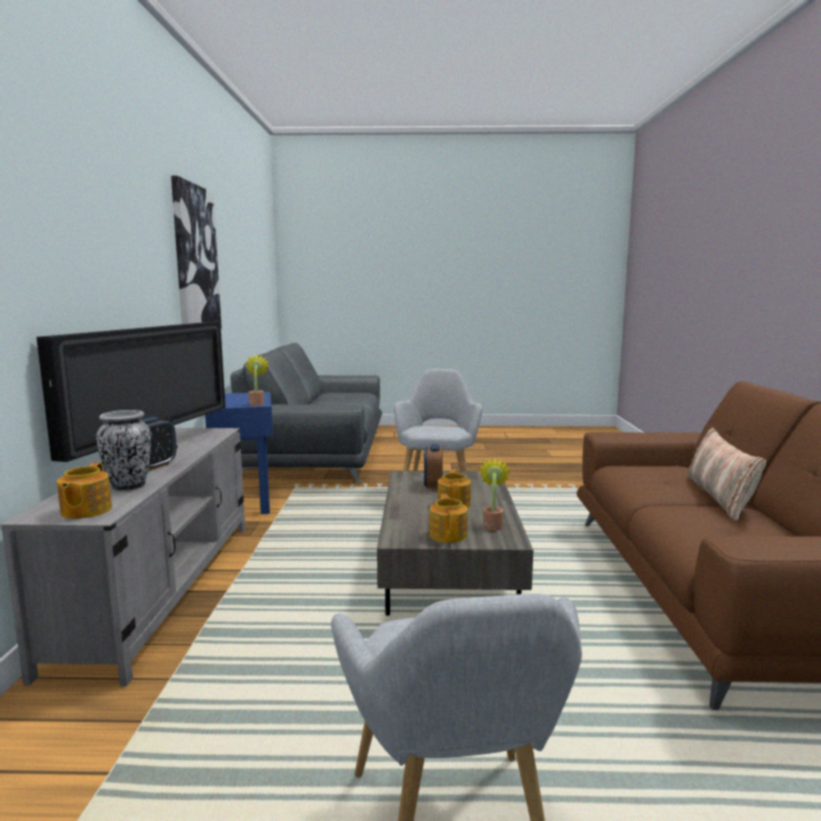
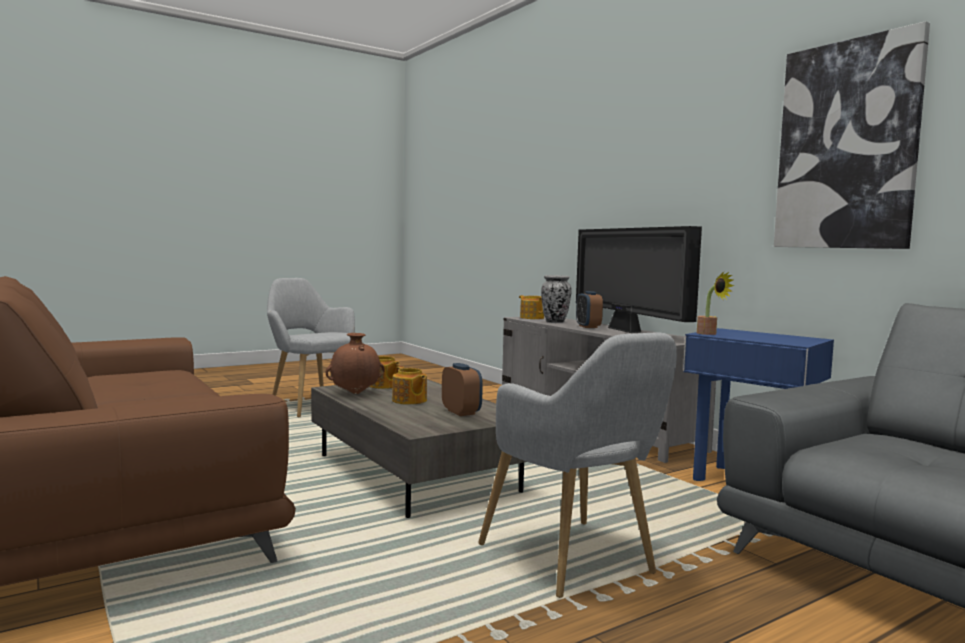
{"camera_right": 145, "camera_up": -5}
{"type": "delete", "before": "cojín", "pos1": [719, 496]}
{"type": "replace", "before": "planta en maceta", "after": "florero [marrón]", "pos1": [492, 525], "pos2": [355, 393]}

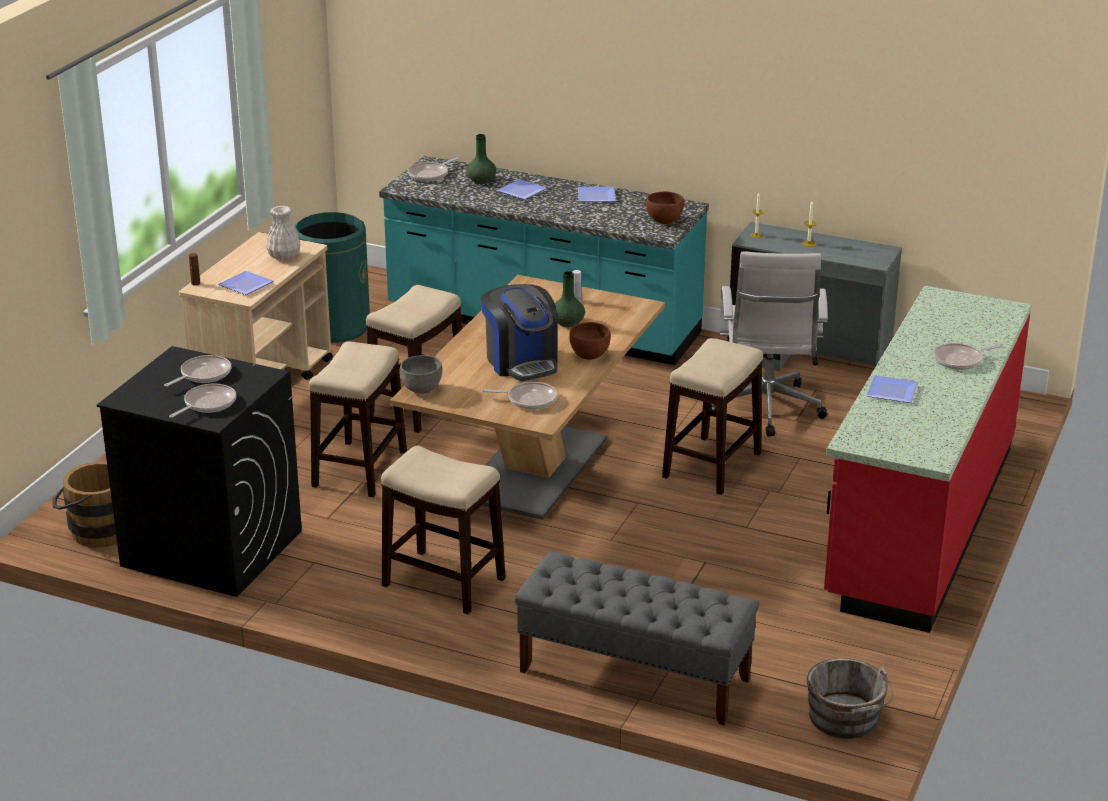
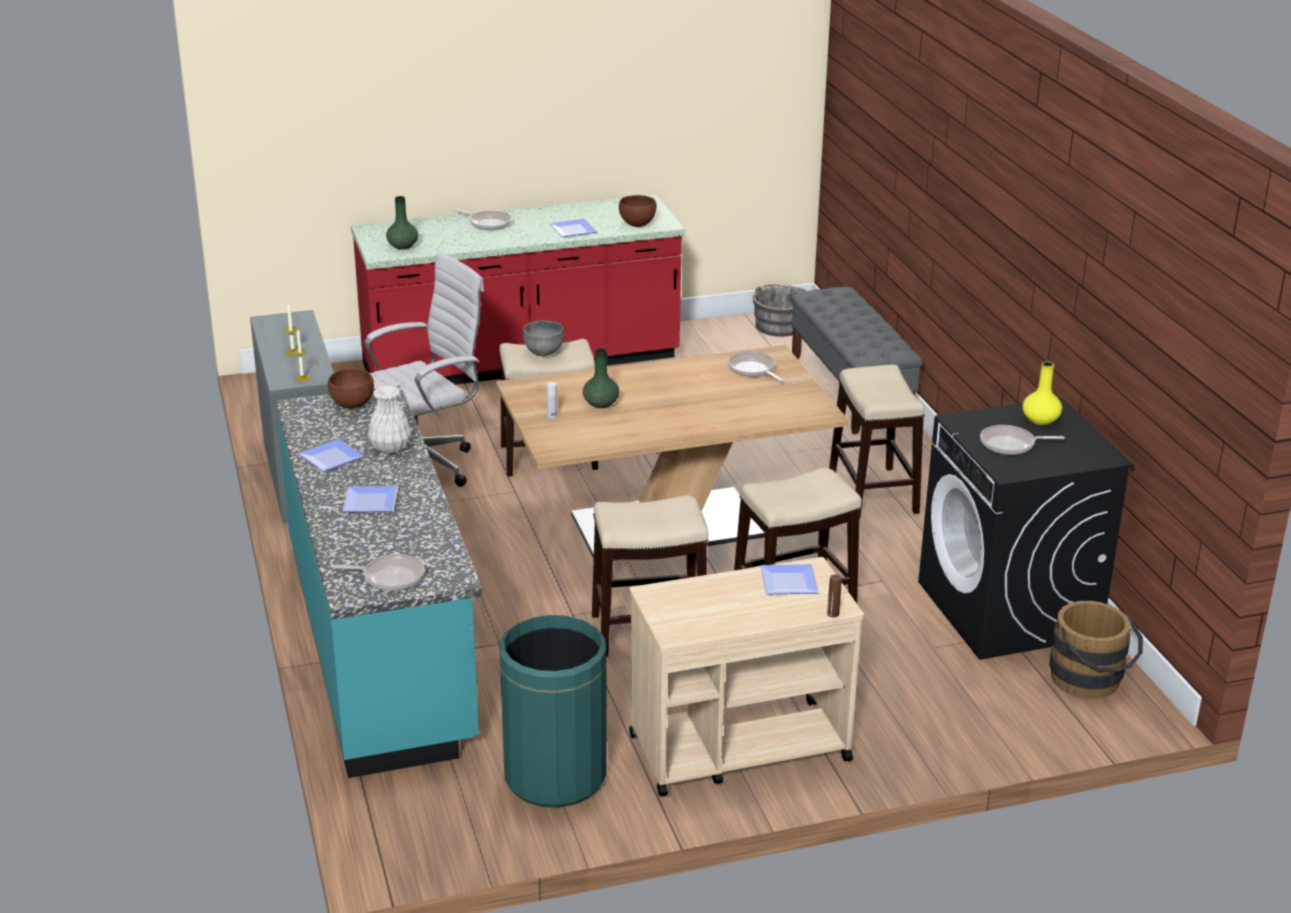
{"camera_right": -130, "camera_up": 0}
{"type": "move", "before": "florero [verde]", "pos1": [481, 180], "pos2": [402, 246]}
{"type": "move", "before": "florero [blanco]", "pos1": [283, 257], "pos2": [391, 447]}
{"type": "delete", "before": "cafetera", "pos1": [521, 362]}
{"type": "move", "before": "cuenco [marrón]", "pos1": [589, 355], "pos2": [637, 224]}
{"type": "move", "before": "cuenco [gris]", "pos1": [421, 389], "pos2": [543, 352]}
{"type": "replace", "before": "sartén", "after": "florero [amarillo]", "pos1": [207, 404], "pos2": [1041, 420]}

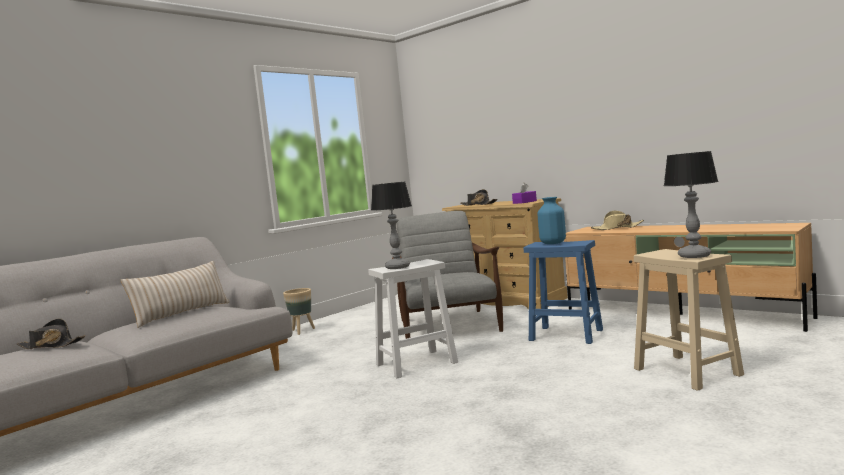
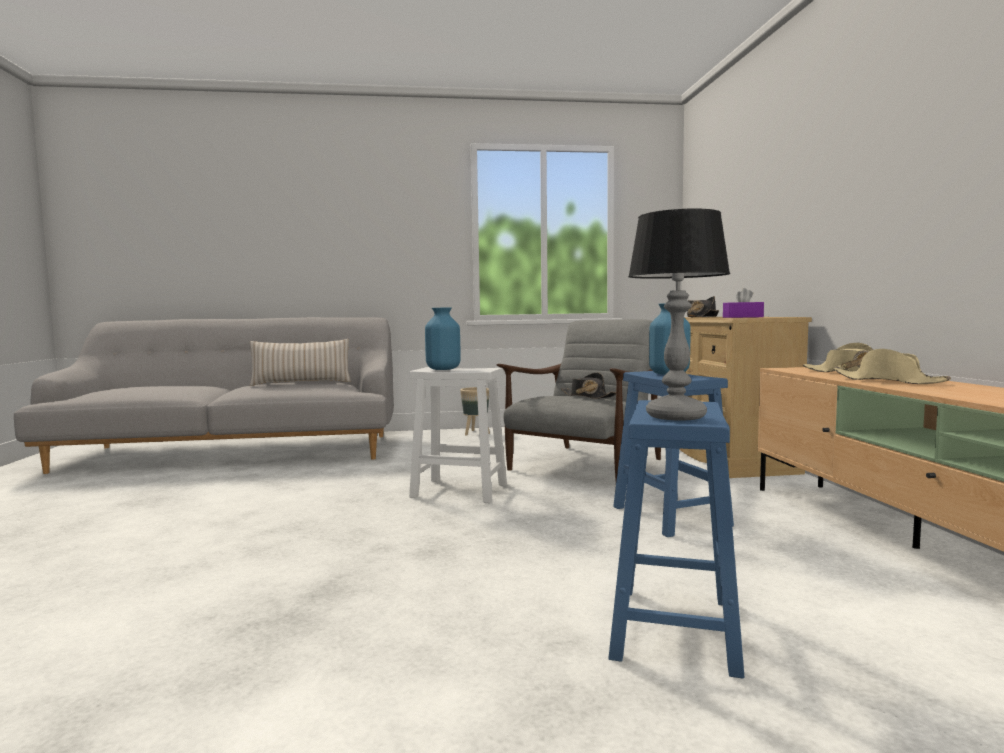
{"camera_right": 40, "camera_up": 0}
{"type": "replace", "before": "lámpara de mesa", "after": "florero [azul]", "pos1": [398, 267], "pos2": [443, 369]}
{"type": "recolor", "before": "taburete [beis]", "after": "taburete [azul]", "pos1": [688, 372], "pos2": [674, 629]}
{"type": "move", "before": "sombrero [negro]", "pos1": [51, 346], "pos2": [588, 396]}
{"type": "insert", "after": "sombrero [beis]", "pos2": [889, 381]}

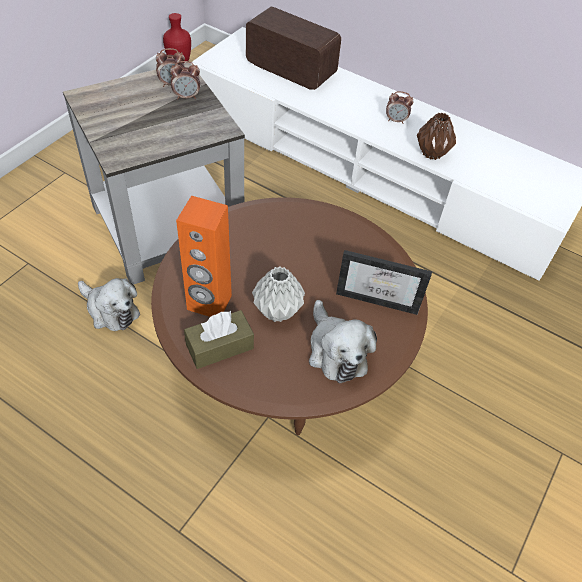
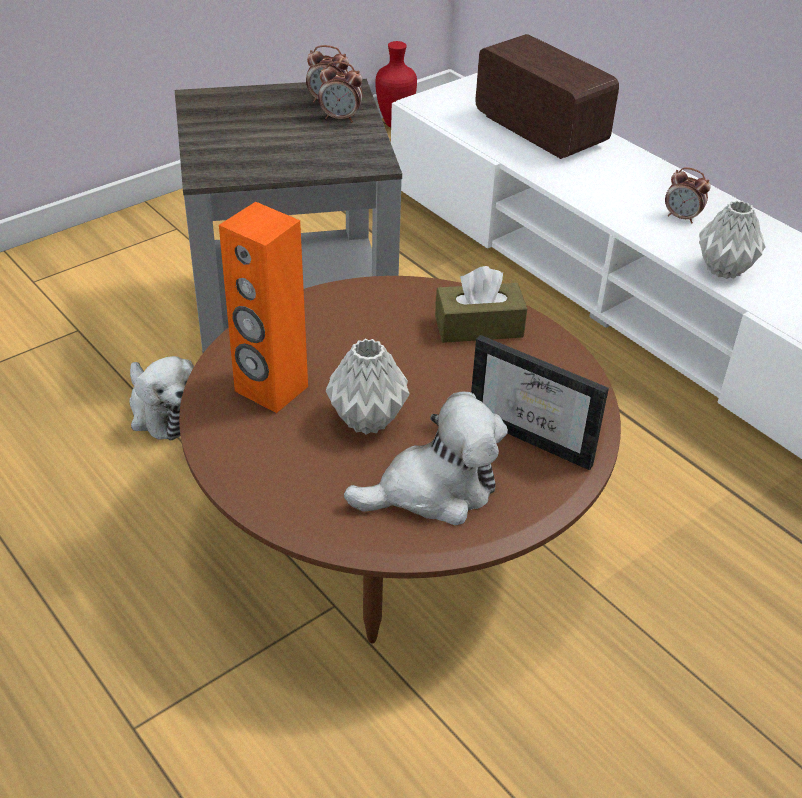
{"camera_right": 20, "camera_up": -10}
{"type": "recolor", "before": "florero [marrón]", "after": "florero [gris]", "pos1": [431, 153], "pos2": [722, 269]}
{"type": "rotate", "before": "peluche", "pos1": [336, 351], "pos2": [434, 490], "turn": -105}
{"type": "move", "before": "caja de pañuelos [marrón]", "pos1": [219, 346], "pos2": [479, 327]}

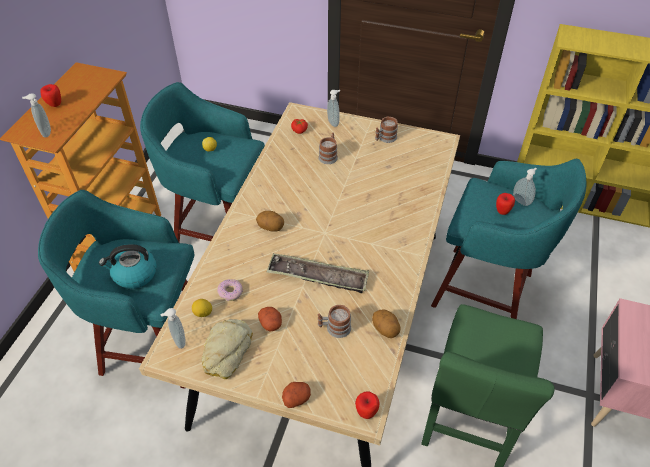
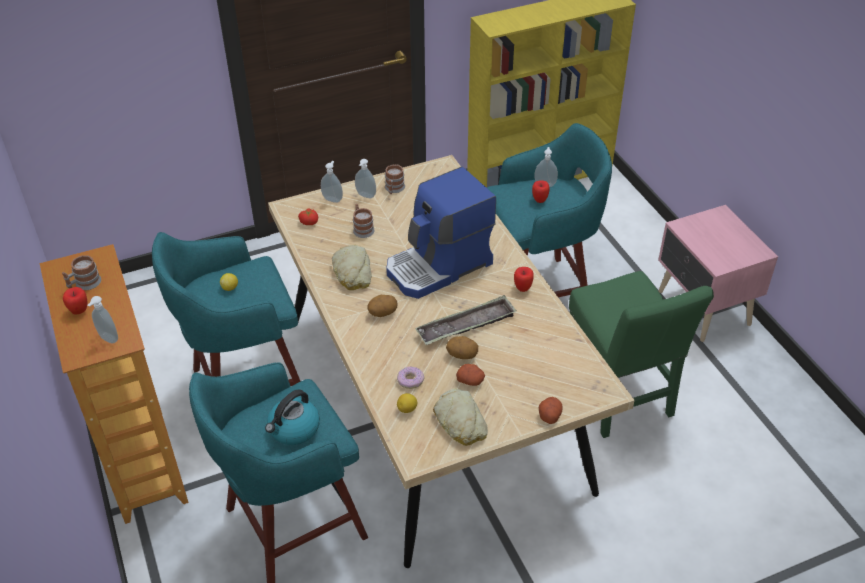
{"camera_right": -40, "camera_up": -5}
{"type": "move", "before": "taza grande", "pos1": [334, 328], "pos2": [84, 284]}
{"type": "move", "before": "dispensador de jabón", "pos1": [178, 341], "pos2": [365, 196]}
{"type": "move", "before": "patata", "pos1": [385, 329], "pos2": [462, 355]}
{"type": "move", "before": "manzana", "pos1": [366, 412], "pos2": [522, 288]}
{"type": "insert", "after": "cafetera", "pos2": [439, 267]}
{"type": "insert", "after": "pan", "pos2": [352, 272]}

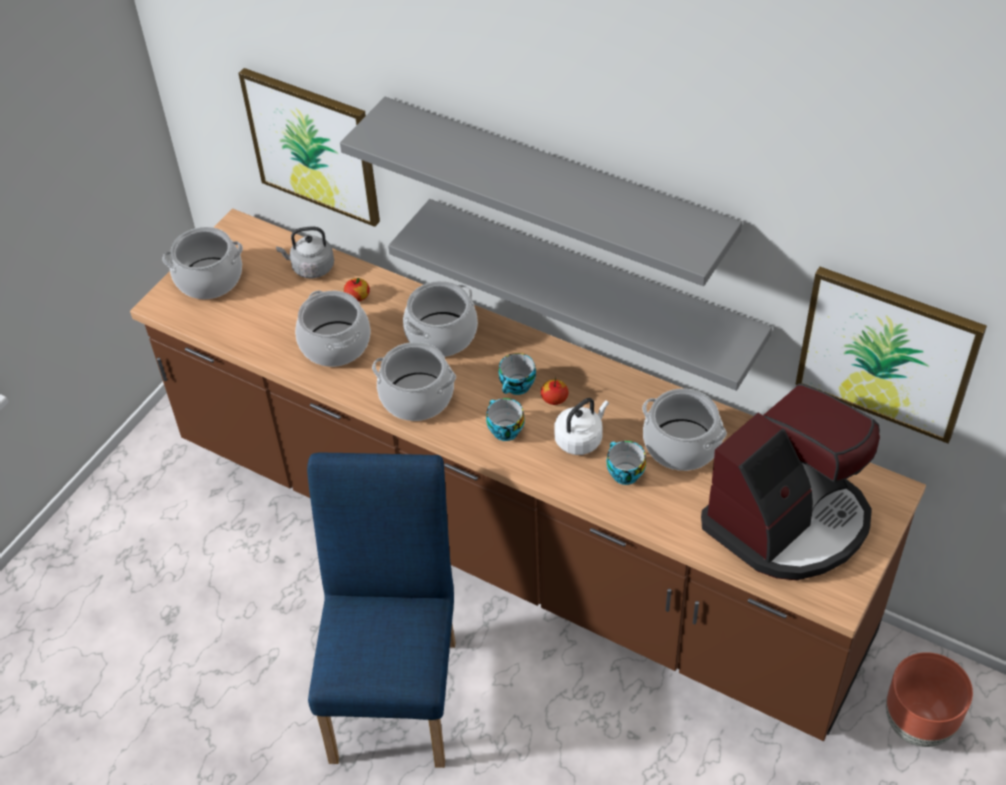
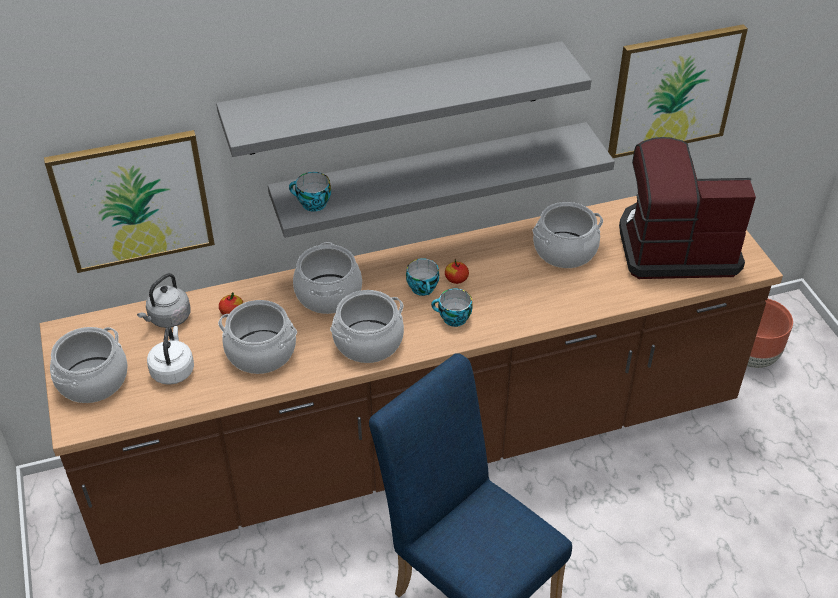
{"camera_right": -50, "camera_up": -5}
{"type": "rotate", "before": "cafetera", "pos1": [789, 521], "pos2": [675, 247], "turn": -90}
{"type": "move", "before": "hervidor [blanco]", "pos1": [580, 439], "pos2": [173, 370]}
{"type": "move", "before": "taza", "pos1": [623, 473], "pos2": [312, 204]}

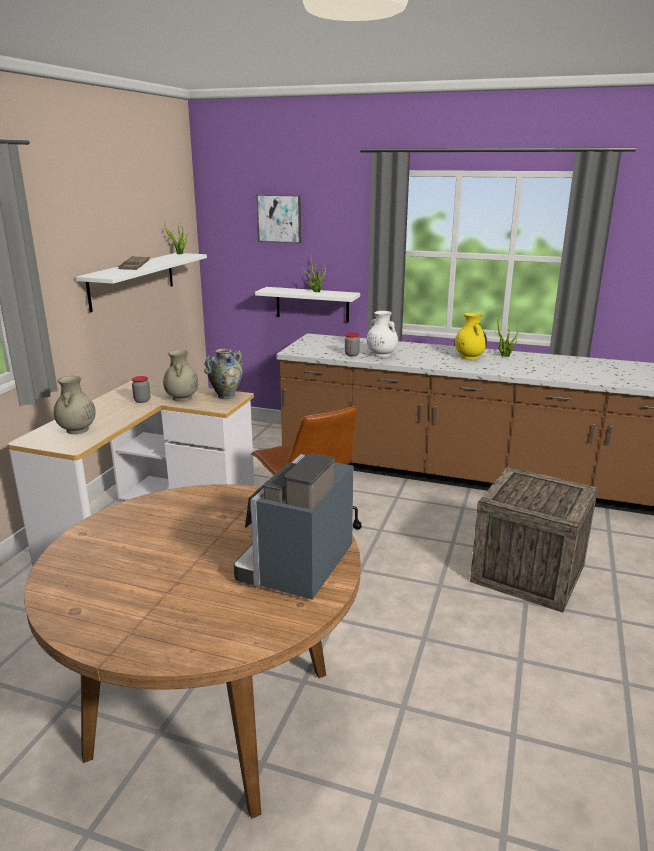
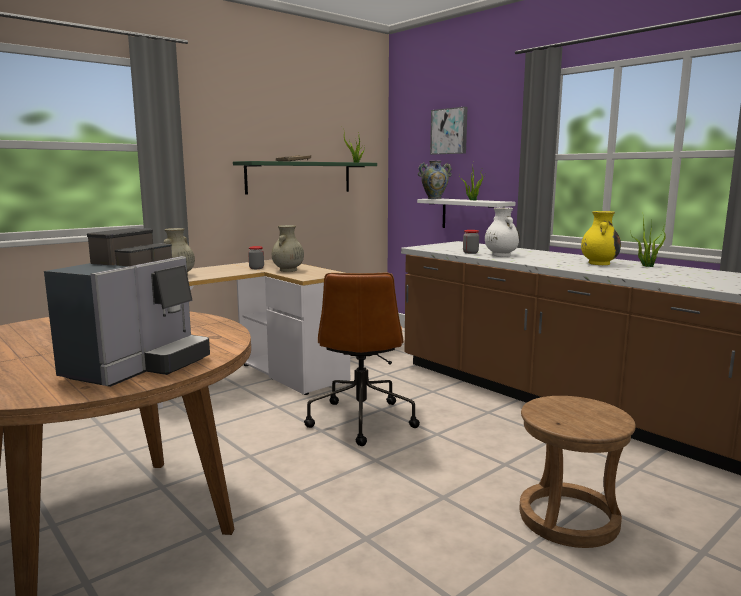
{"camera_right": 30, "camera_up": -10}
{"type": "recolor", "before": "estante [blanco]", "after": "estante [verde]", "pos1": [132, 280], "pos2": [299, 177]}
{"type": "move", "before": "florero", "pos1": [226, 396], "pos2": [434, 198]}
{"type": "rotate", "before": "cafetera", "pos1": [297, 567], "pos2": [139, 366], "turn": 150}
{"type": "replace", "before": "caja de embalaje", "after": "taburete [marrón]", "pos1": [528, 573], "pos2": [568, 518]}

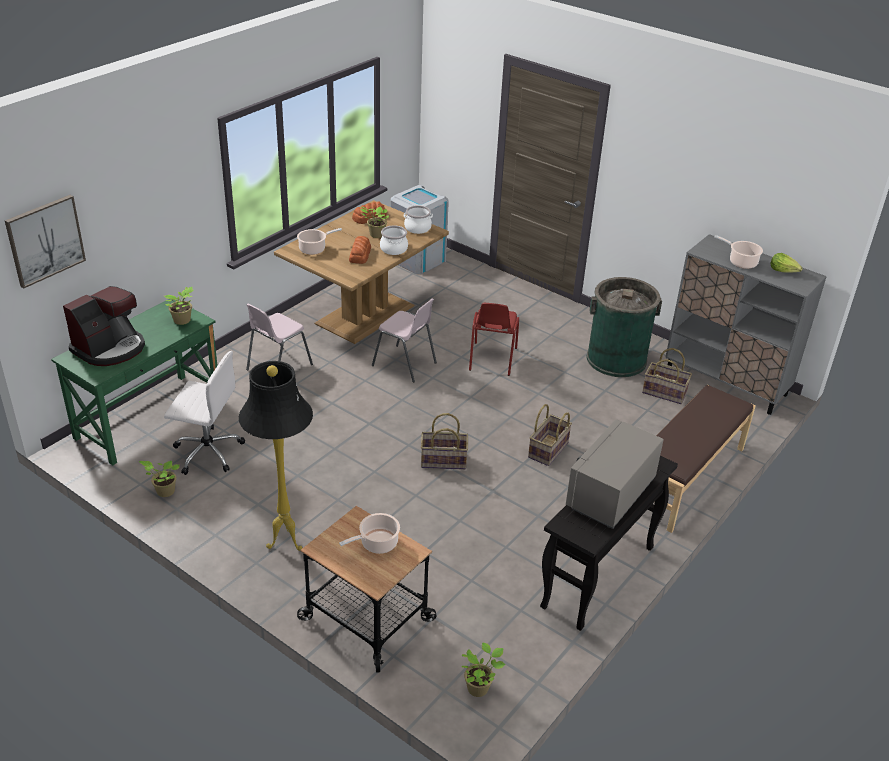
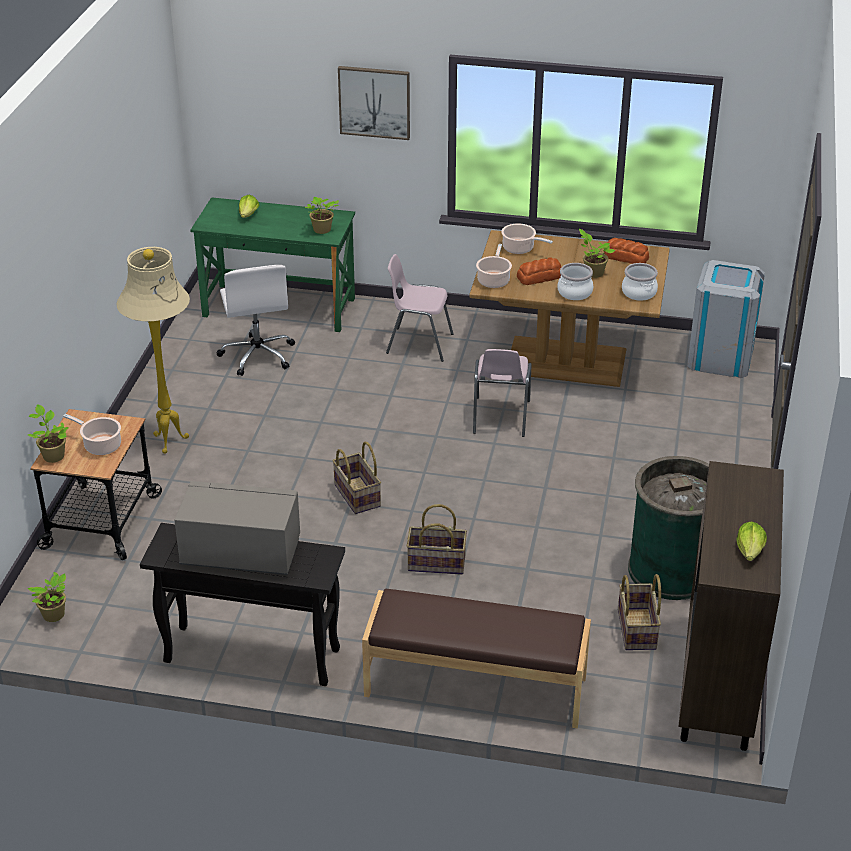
{"camera_right": 65, "camera_up": 0}
{"type": "move", "before": "cuadro", "pos1": [45, 240], "pos2": [374, 102]}
{"type": "recolor", "before": "armario [gris]", "after": "armario [marrón]", "pos1": [726, 382], "pos2": [717, 682]}
{"type": "move", "before": "olla", "pos1": [741, 262], "pos2": [493, 280]}
{"type": "replace", "before": "cafetera", "after": "lechuga", "pos1": [110, 348], "pos2": [248, 215]}
{"type": "delete", "before": "silla [rojo]", "pos1": [492, 359]}
{"type": "recolor", "before": "lámpara de pie [negro]", "after": "lámpara de pie [beis]", "pos1": [285, 541], "pos2": [170, 441]}
{"type": "move", "before": "planta en maceta", "pos1": [164, 491], "pos2": [53, 455]}

